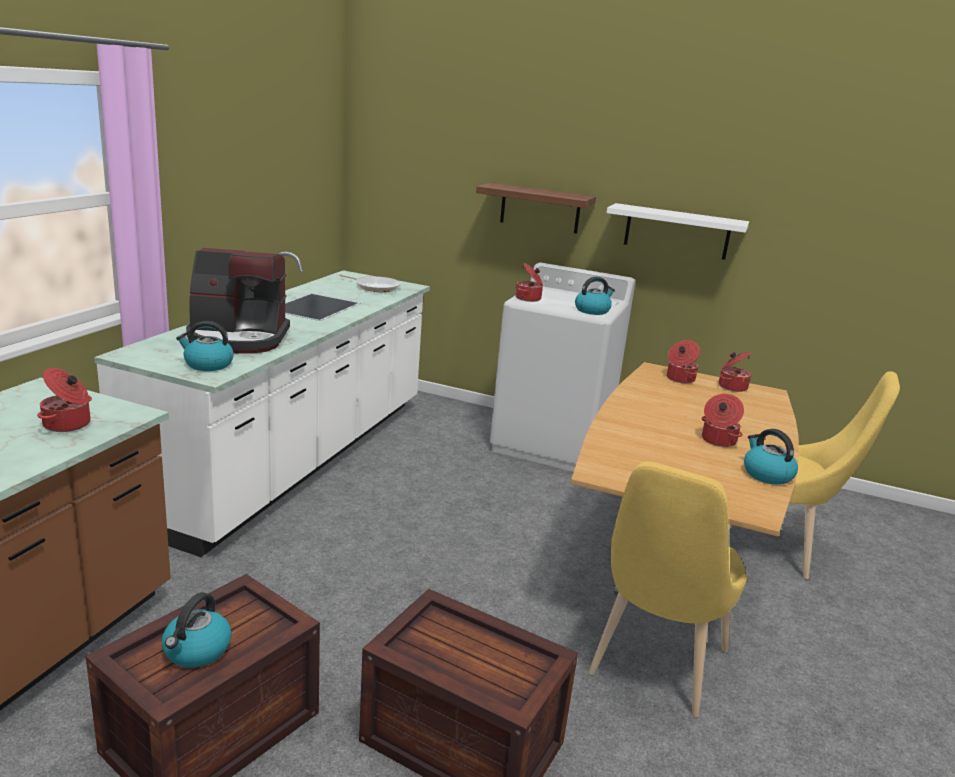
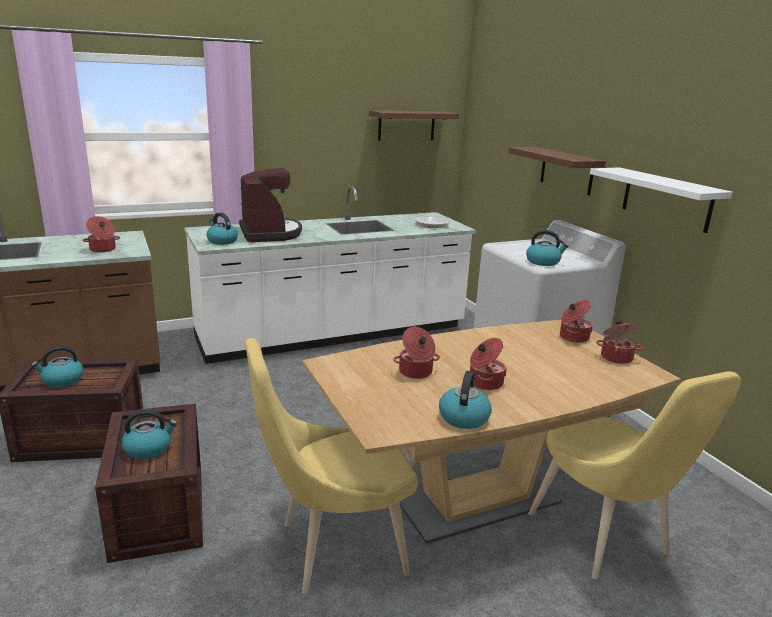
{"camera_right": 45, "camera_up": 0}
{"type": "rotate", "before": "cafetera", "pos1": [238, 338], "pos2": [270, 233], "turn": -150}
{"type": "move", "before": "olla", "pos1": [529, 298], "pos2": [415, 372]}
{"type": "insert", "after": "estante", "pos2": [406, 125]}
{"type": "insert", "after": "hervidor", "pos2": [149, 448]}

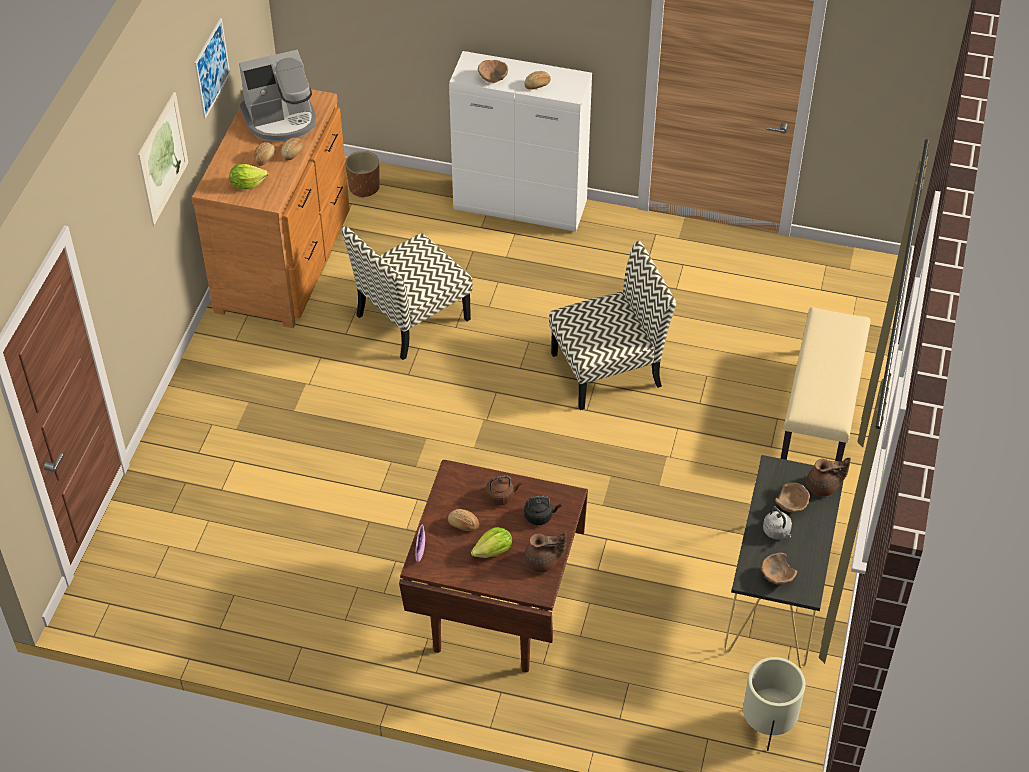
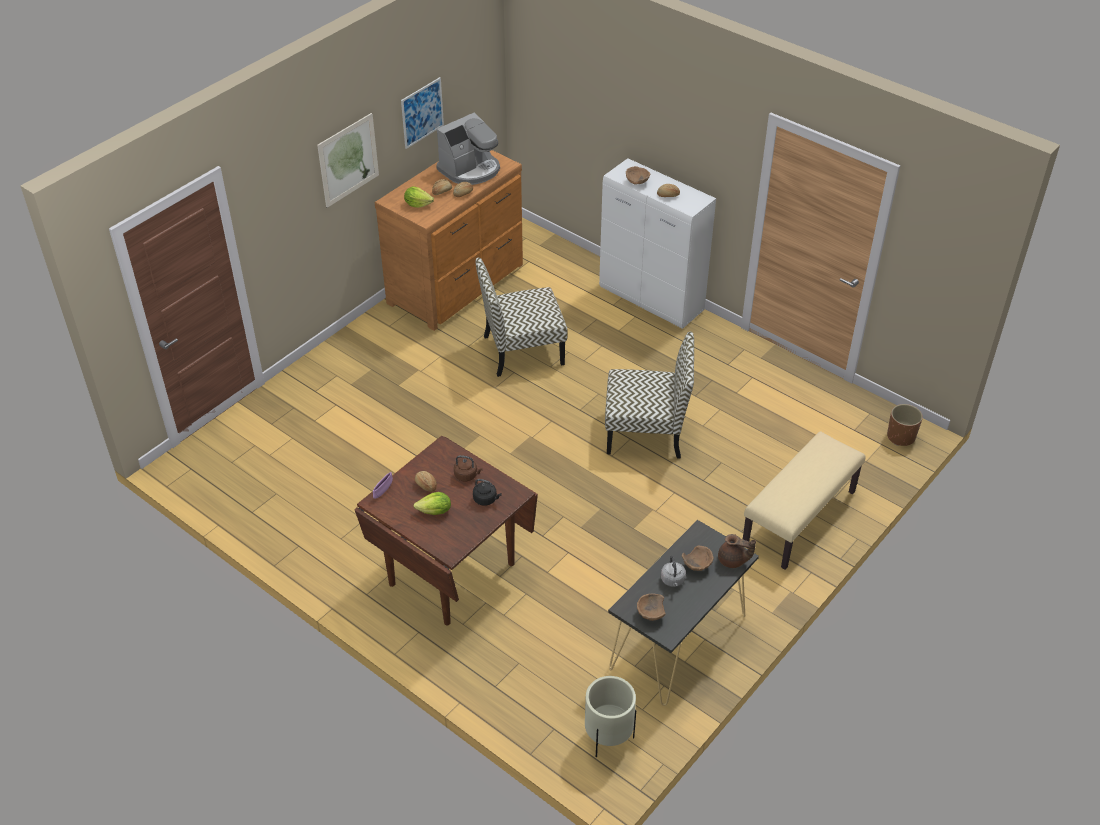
{"camera_right": 25, "camera_up": -5}
{"type": "rotate", "before": "cafetera", "pos1": [281, 119], "pos2": [470, 170], "turn": -45}
{"type": "move", "before": "maceta [marrón]", "pos1": [364, 187], "pos2": [901, 436]}
{"type": "delete", "before": "tetera [marrón]", "pos1": [542, 562]}

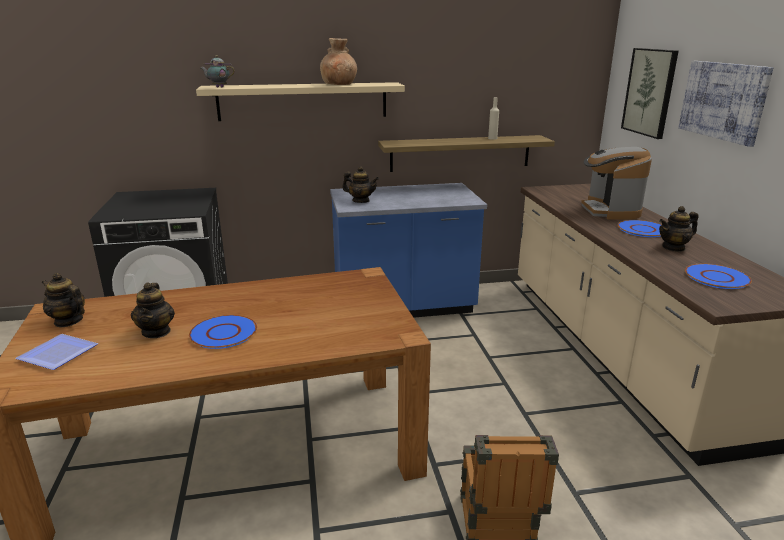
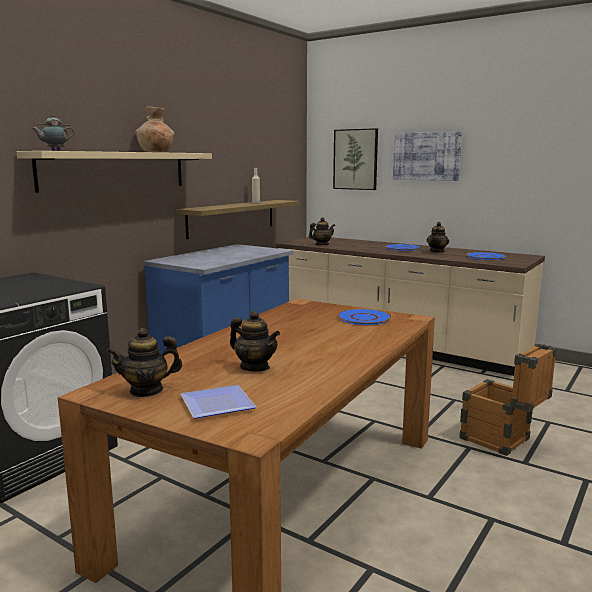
{"camera_right": -45, "camera_up": -10}
{"type": "delete", "before": "cafetera", "pos1": [610, 211]}
{"type": "move", "before": "tetera", "pos1": [361, 201], "pos2": [321, 245]}
{"type": "move", "before": "plato [azul]", "pos1": [223, 333], "pos2": [364, 318]}

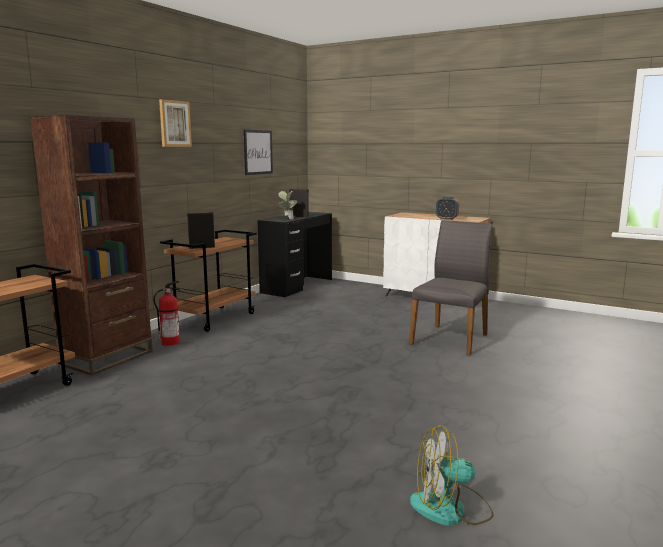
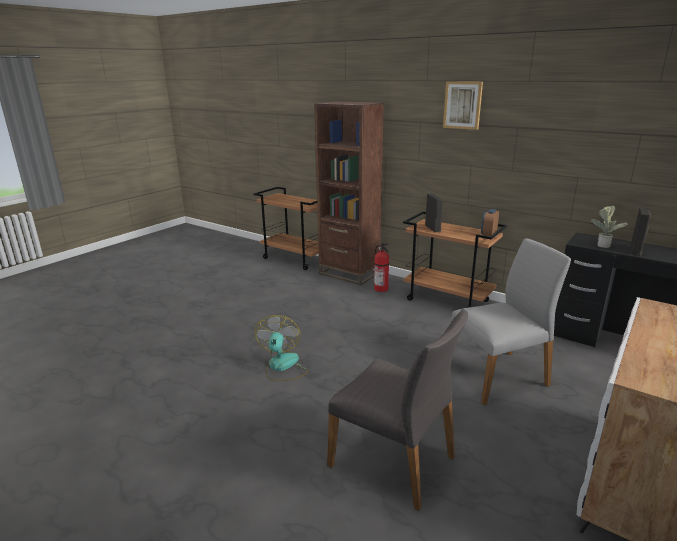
{"camera_right": 95, "camera_up": 10}
{"type": "delete", "before": "cuadro", "pos1": [258, 152]}
{"type": "move", "before": "despertador", "pos1": [446, 219], "pos2": [488, 234]}
{"type": "move", "before": "ventilador", "pos1": [451, 509], "pos2": [282, 367]}
{"type": "insert", "after": "silla [gris]", "pos2": [498, 375]}

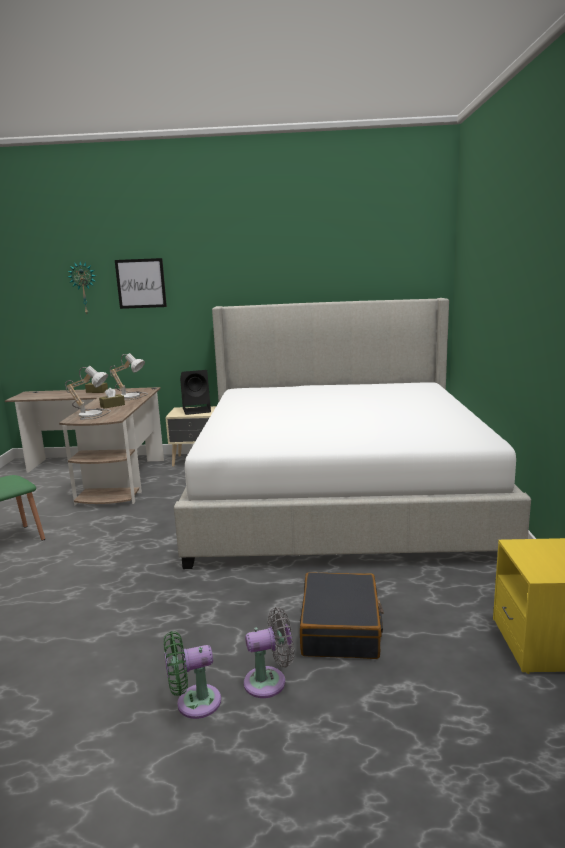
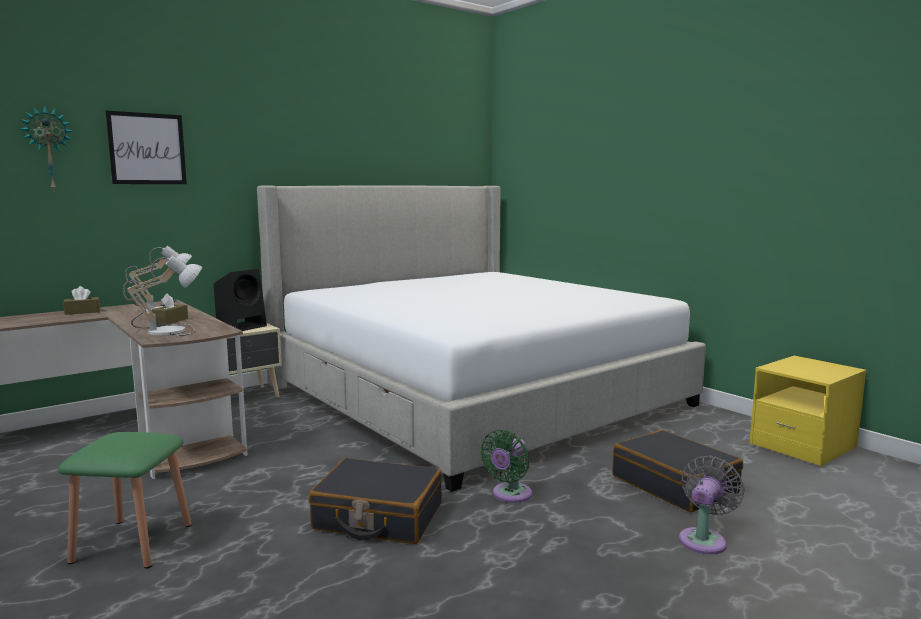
{"camera_right": -40, "camera_up": -5}
{"type": "move", "before": "ventilador [verde]", "pos1": [193, 703], "pos2": [509, 495]}
{"type": "insert", "after": "maleta [negro]", "pos2": [378, 517]}

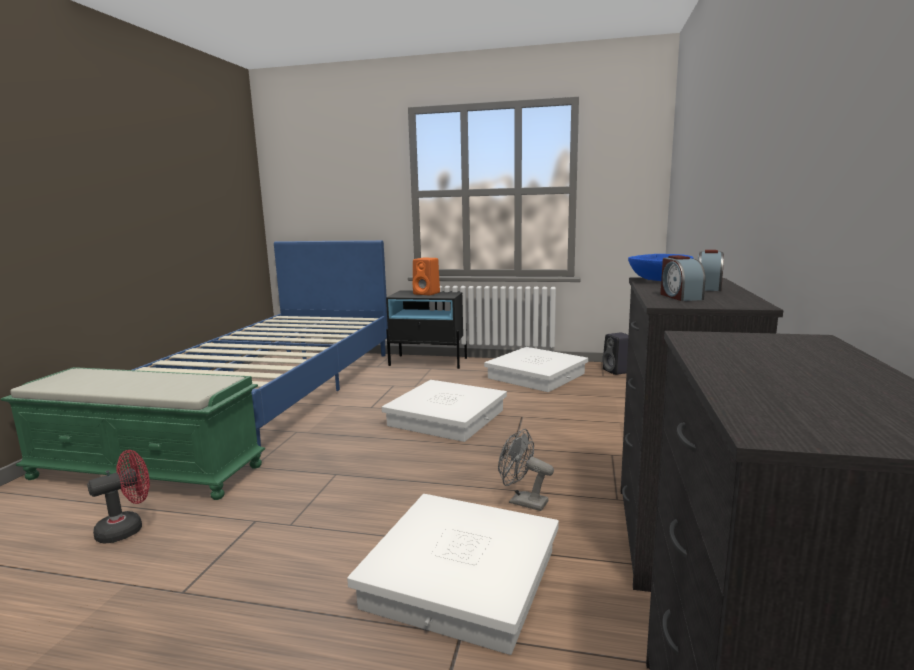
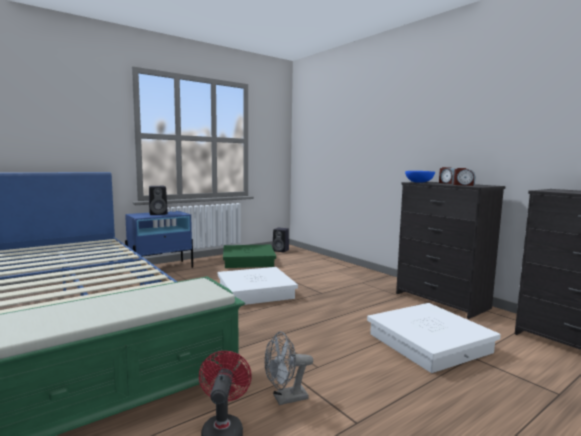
{"camera_right": -50, "camera_up": -5}
{"type": "recolor", "before": "altavoz [naranja]", "after": "altavoz [negro]", "pos1": [427, 293], "pos2": [159, 213]}
{"type": "recolor", "before": "mesita de noche [negro]", "after": "mesita de noche [azul]", "pos1": [428, 362], "pos2": [160, 268]}
{"type": "recolor", "before": "caja de almacenaje [blanco]", "after": "caja de almacenaje [verde]", "pos1": [536, 375], "pos2": [248, 261]}
{"type": "move", "before": "ventilador [gris]", "pos1": [522, 501], "pos2": [285, 399]}

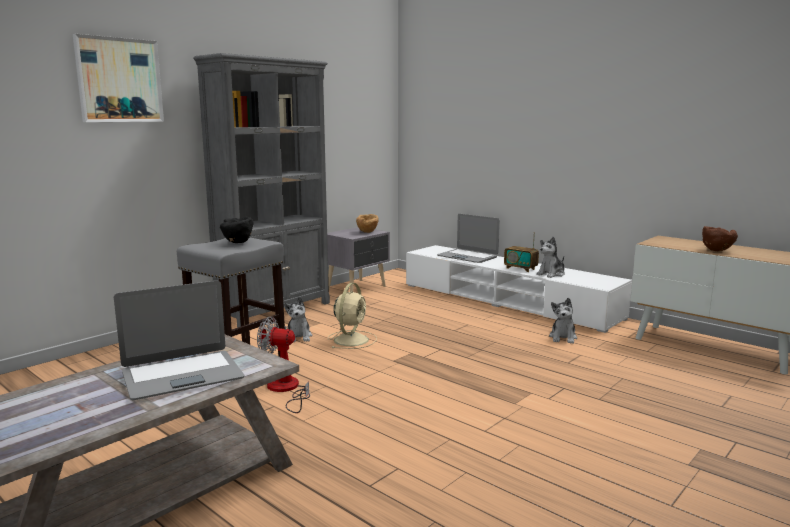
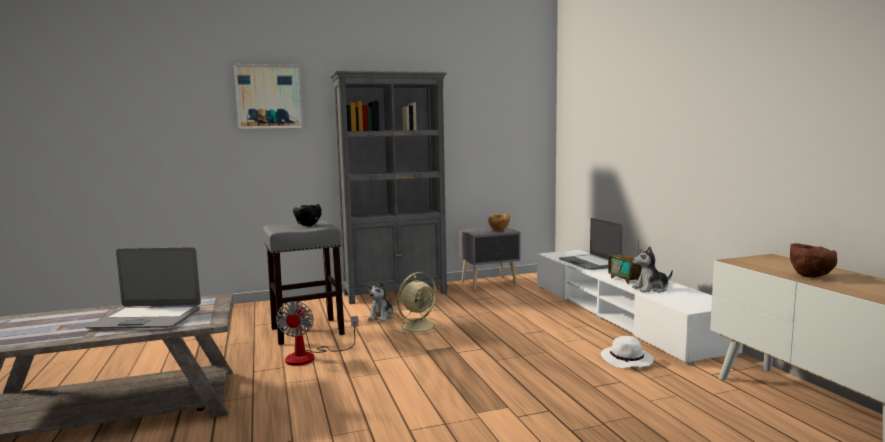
{"camera_right": 30, "camera_up": -5}
{"type": "replace", "before": "peluche", "after": "sombrero [blanco]", "pos1": [563, 337], "pos2": [627, 360]}
{"type": "rotate", "before": "ventilador", "pos1": [286, 390], "pos2": [310, 356], "turn": -135}

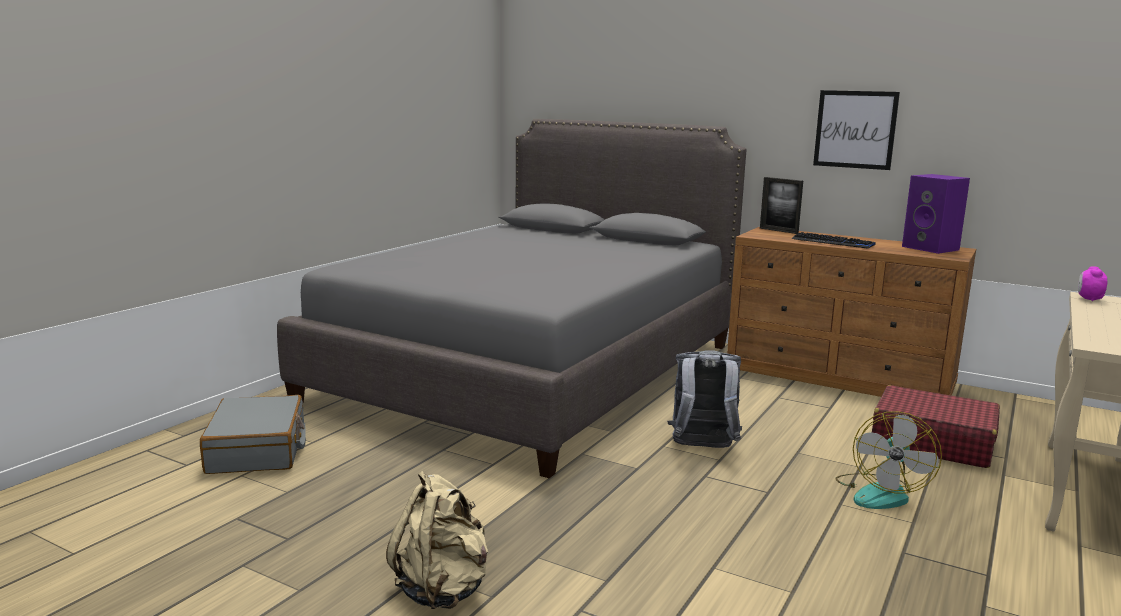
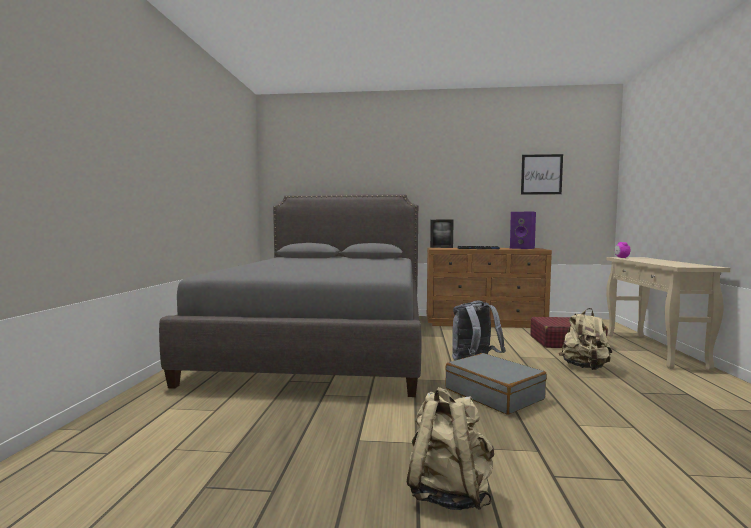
{"camera_right": -25, "camera_up": -10}
{"type": "move", "before": "cuadro", "pos1": [855, 129], "pos2": [541, 174]}
{"type": "move", "before": "maleta [gris]", "pos1": [258, 450], "pos2": [494, 394]}
{"type": "replace", "before": "ventilador", "after": "mochila [beis]", "pos1": [881, 493], "pos2": [584, 367]}

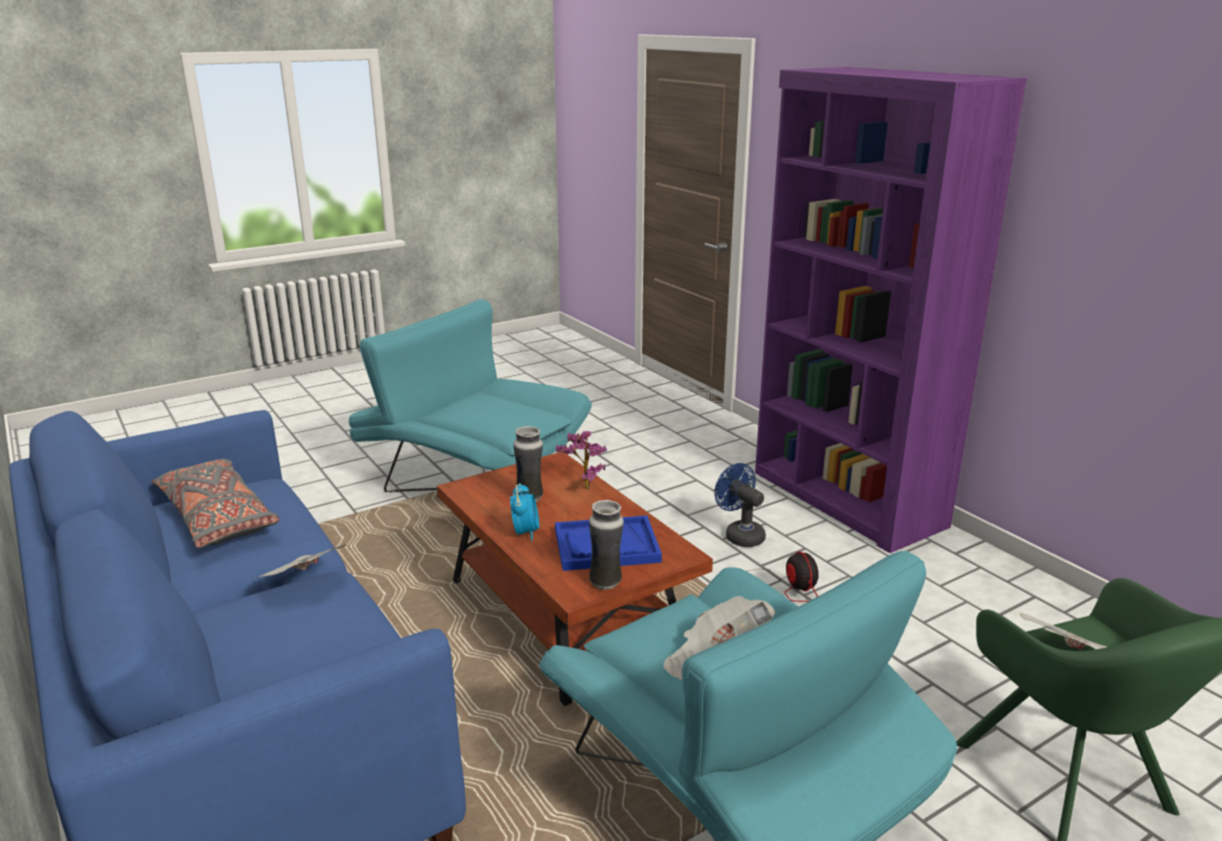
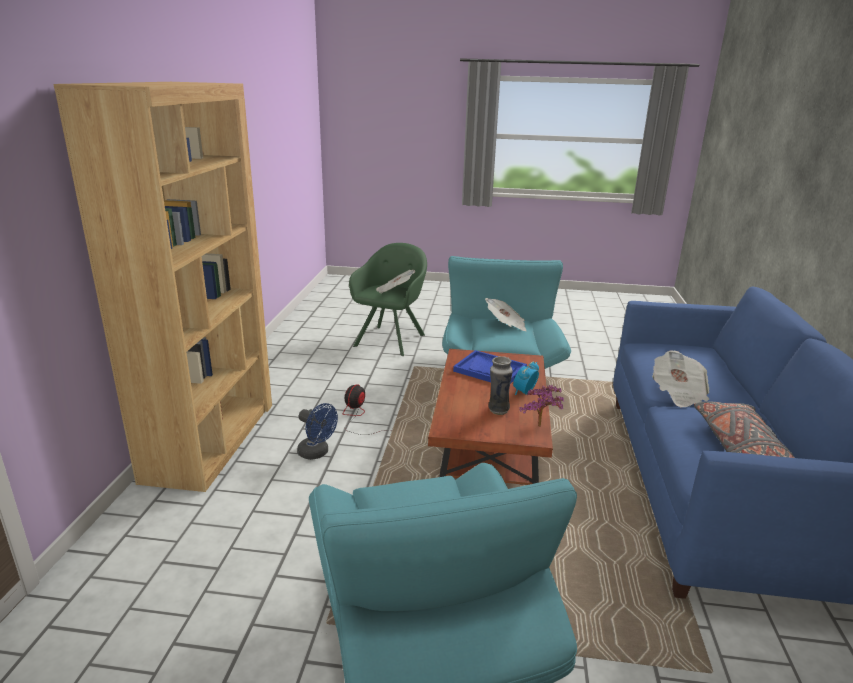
{"camera_right": -140, "camera_up": 0}
{"type": "recolor", "before": "estantería [morado]", "after": "estantería [marrón]", "pos1": [846, 499], "pos2": [211, 440]}
{"type": "move", "before": "planta en maceta", "pos1": [583, 487], "pos2": [540, 428]}
{"type": "rotate", "before": "ventilador [azul]", "pos1": [740, 535], "pos2": [317, 453], "turn": -60}
{"type": "delete", "before": "florero", "pos1": [606, 582]}

